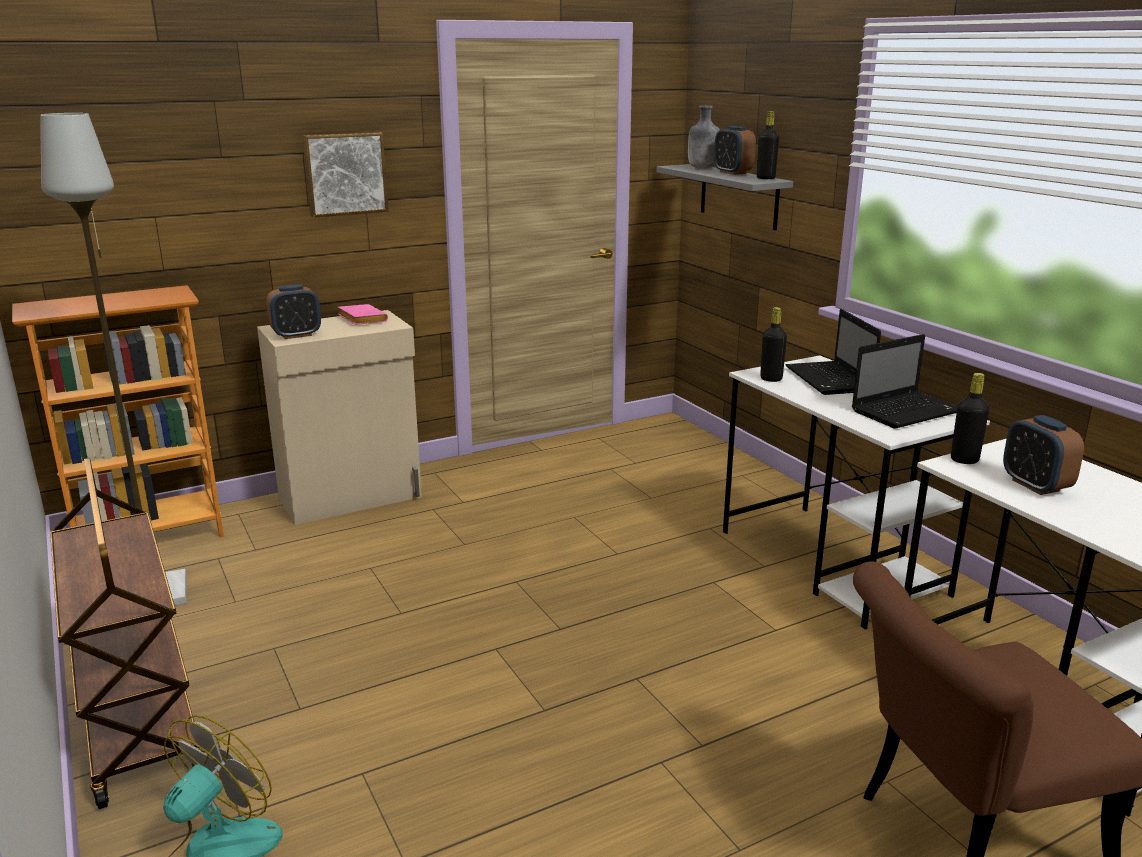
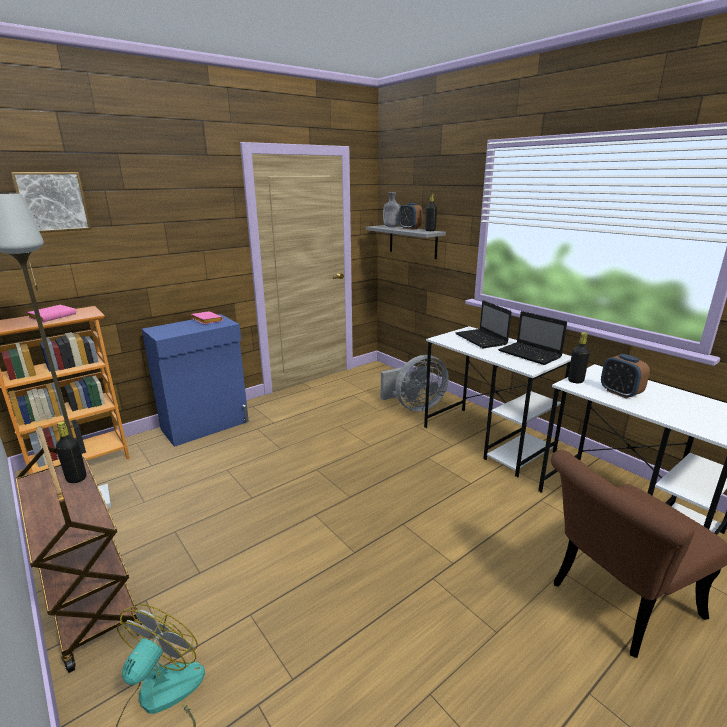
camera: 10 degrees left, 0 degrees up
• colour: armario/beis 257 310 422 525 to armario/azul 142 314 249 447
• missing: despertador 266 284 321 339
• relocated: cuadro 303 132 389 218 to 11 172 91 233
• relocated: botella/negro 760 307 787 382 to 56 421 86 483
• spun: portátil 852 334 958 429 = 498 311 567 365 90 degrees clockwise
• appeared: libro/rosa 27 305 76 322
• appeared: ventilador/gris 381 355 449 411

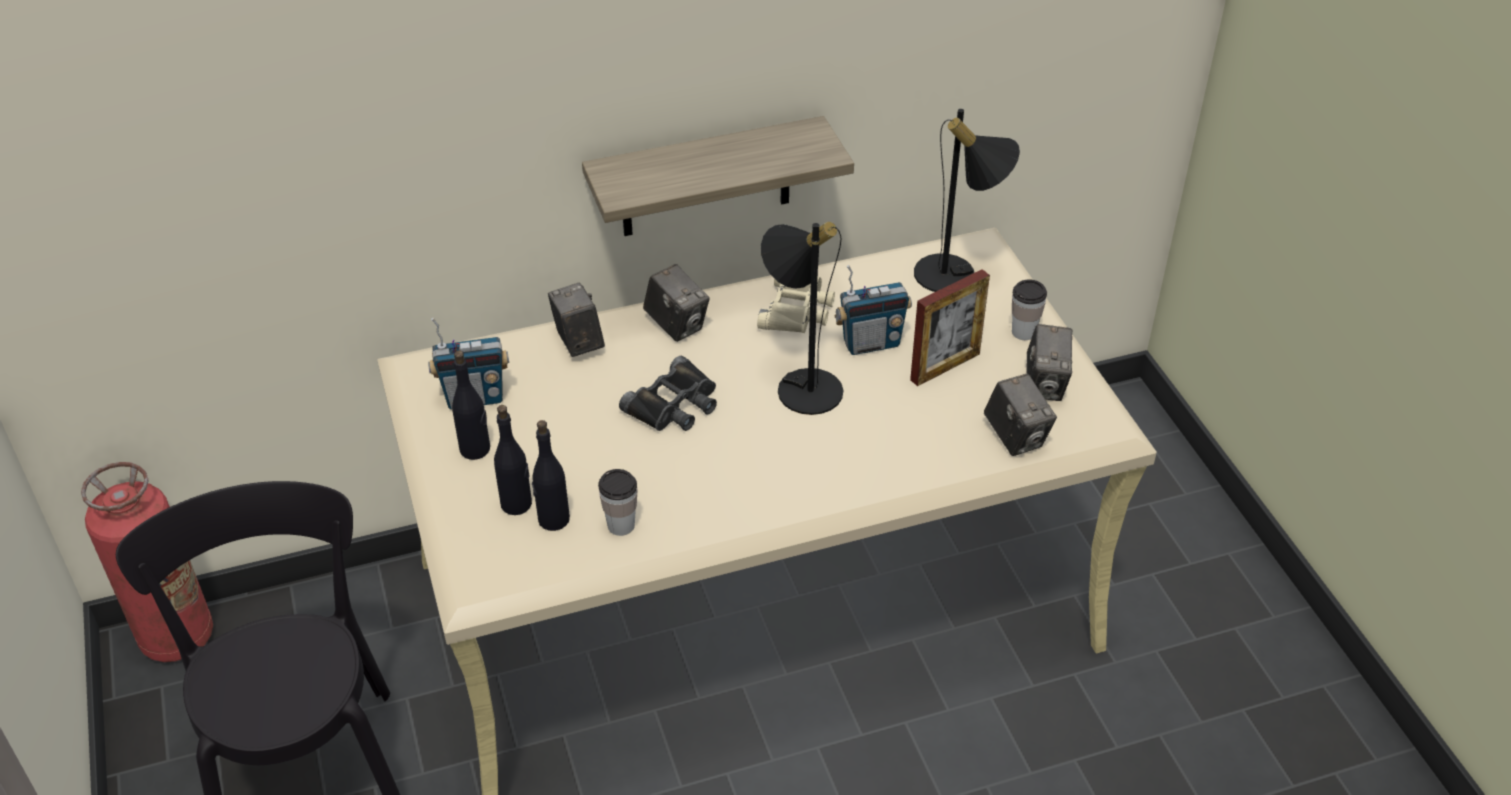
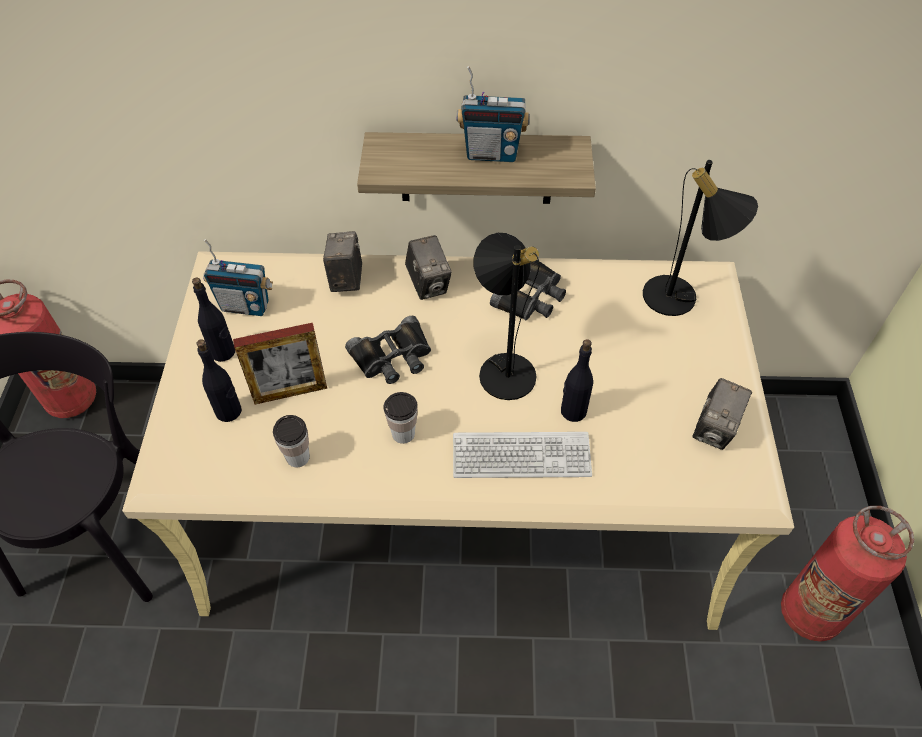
camera: 20 degrees right, 10 degrees up
• relocated: botella/negro 532 420 570 531 to 561 339 593 422
• colour: prismáticos/beis 757 277 835 333 to prismáticos/negro 490 260 566 320
• relocated: radio 835 265 912 355 to 456 66 530 162
• relocated: portarretratos 910 269 990 386 to 233 323 327 404
• missing: cámara 984 374 1057 456
• relocated: taza 1012 279 1047 340 to 383 392 418 444
• appeared: teclado 453 432 592 478
• appeared: extintor 781 506 914 642

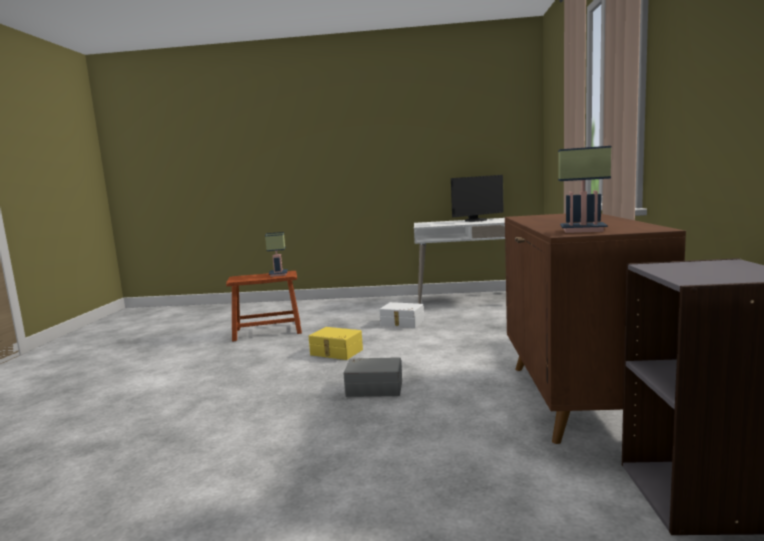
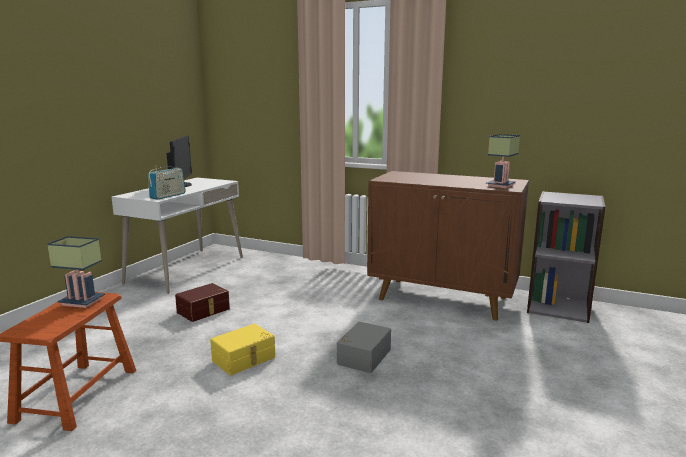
camera: 70 degrees left, 5 degrees up
• colour: caja de almacenaje/blanco 379 302 424 328 to caja de almacenaje/marrón 175 283 230 322
• appeared: radio 148 165 186 200

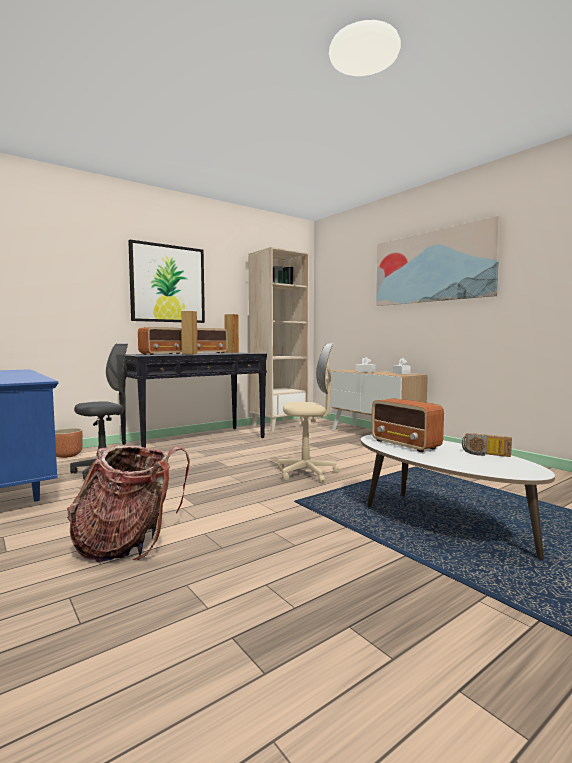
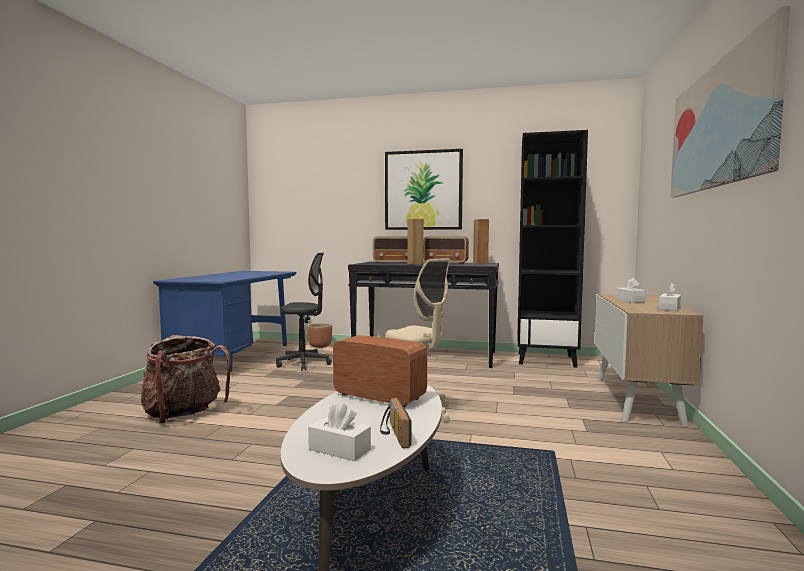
camera: 50 degrees right, 0 degrees up
• colour: estantería/beis 249 247 309 432 to estantería/negro 517 130 588 368
• spun: radio 371 398 444 452 = 333 335 427 407 105 degrees clockwise
• appeared: caja de pañuelos/blanco 308 402 371 461

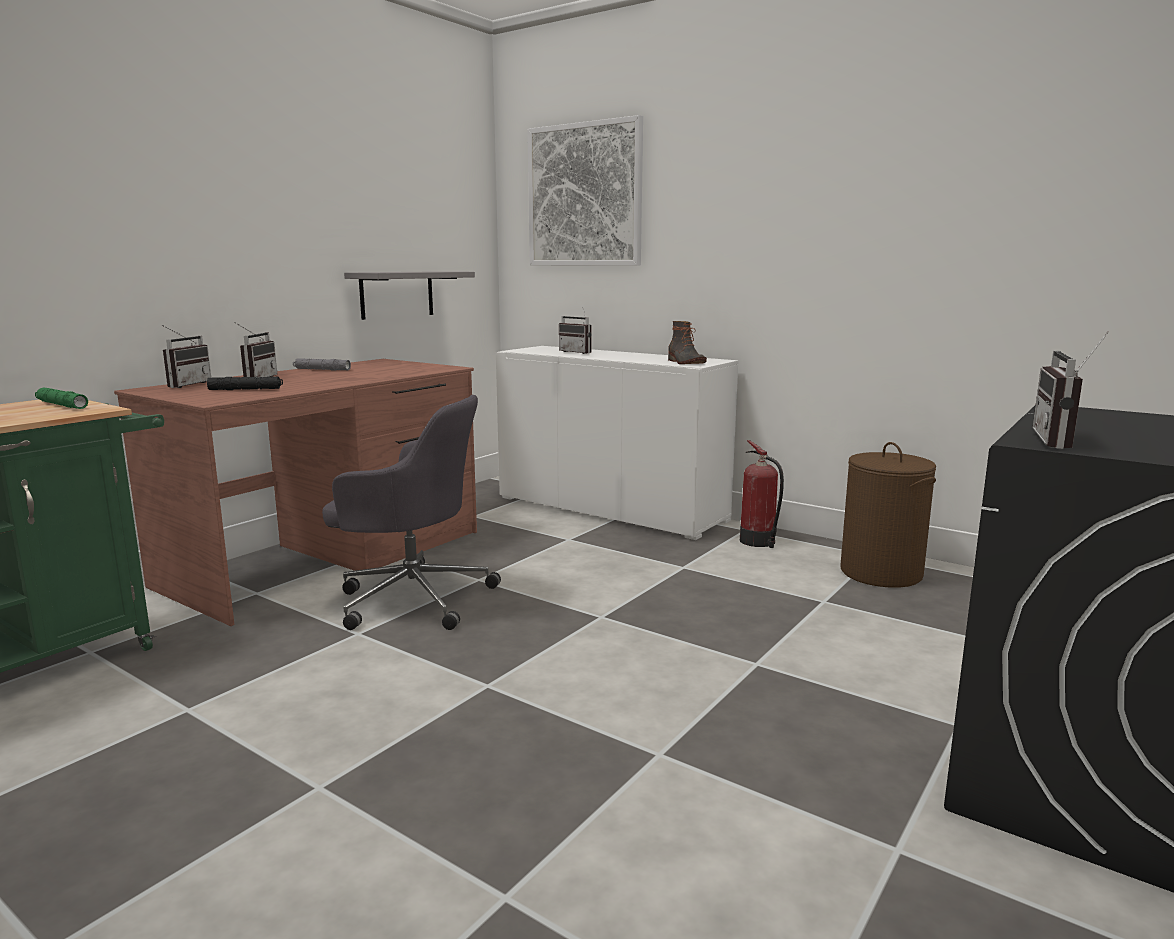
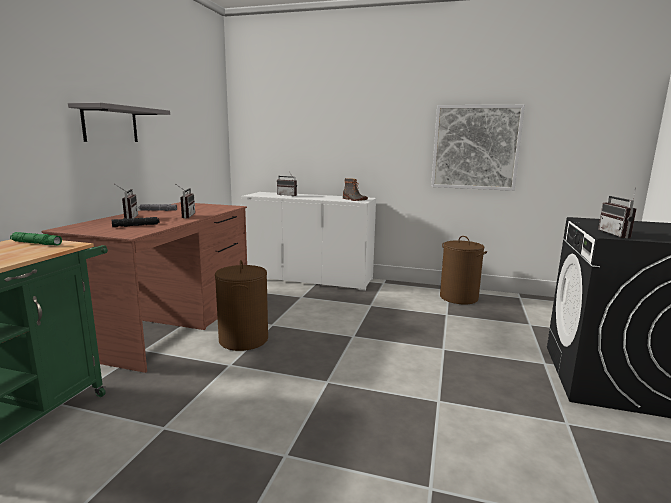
camera: 20 degrees left, 0 degrees up
• relocated: radio 162 325 211 388 to 174 183 195 218
• exchanged: silla de oficina/gris 322 395 501 630 to cesto de la ropa/marrón 215 260 268 351
• relocated: estante/gris 344 271 475 320 to 68 103 170 142
• relocated: cuadro 527 115 643 266 to 431 105 525 191
• missing: extintor 740 440 784 548

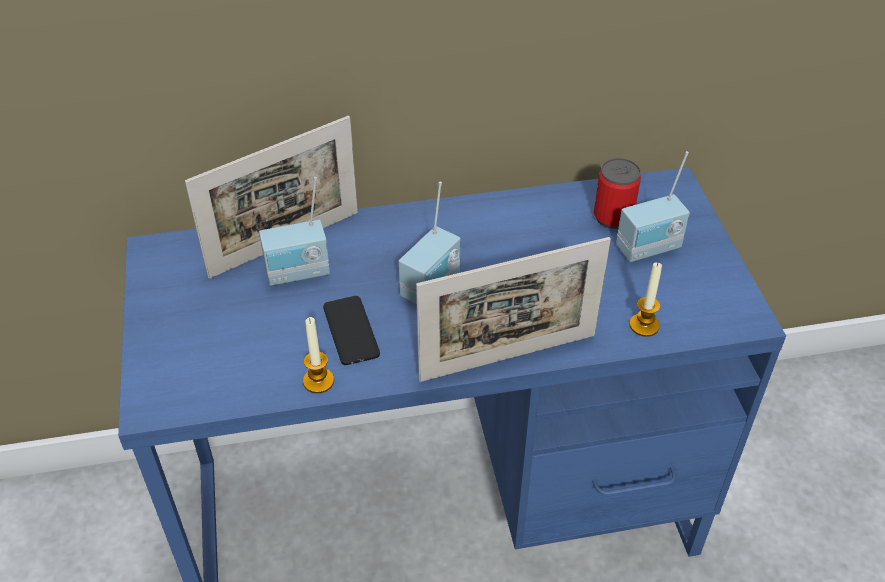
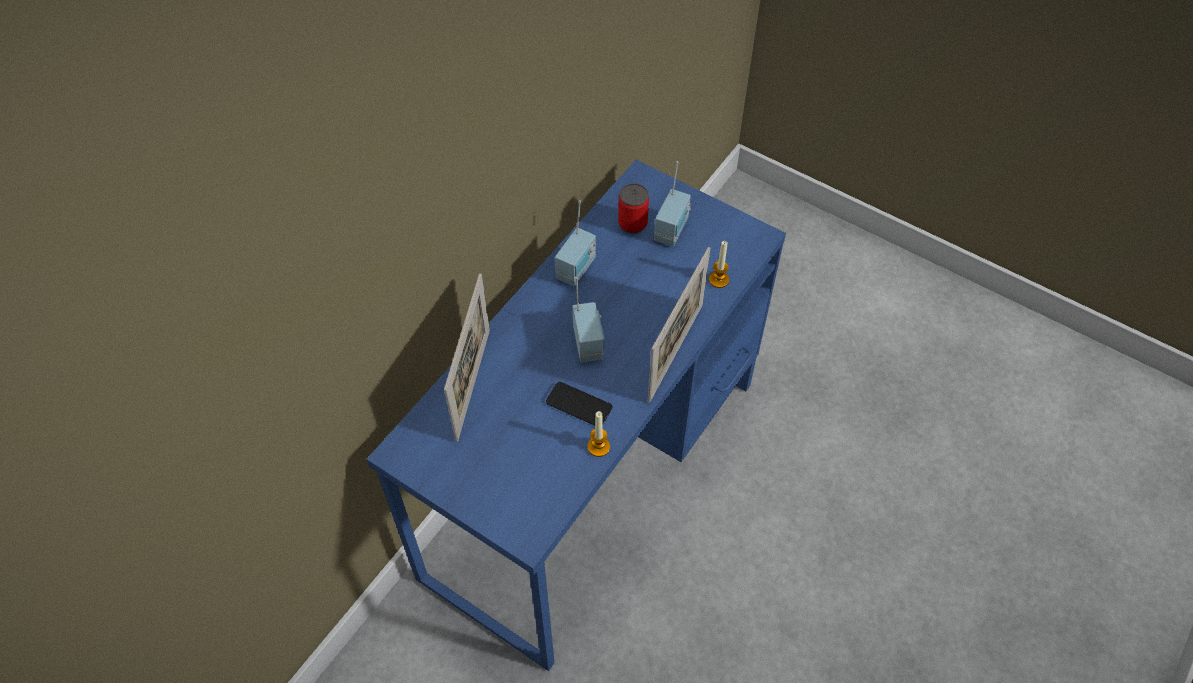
camera: 45 degrees left, 10 degrees up
• relocated: radio 259 177 330 286 to 555 200 596 287

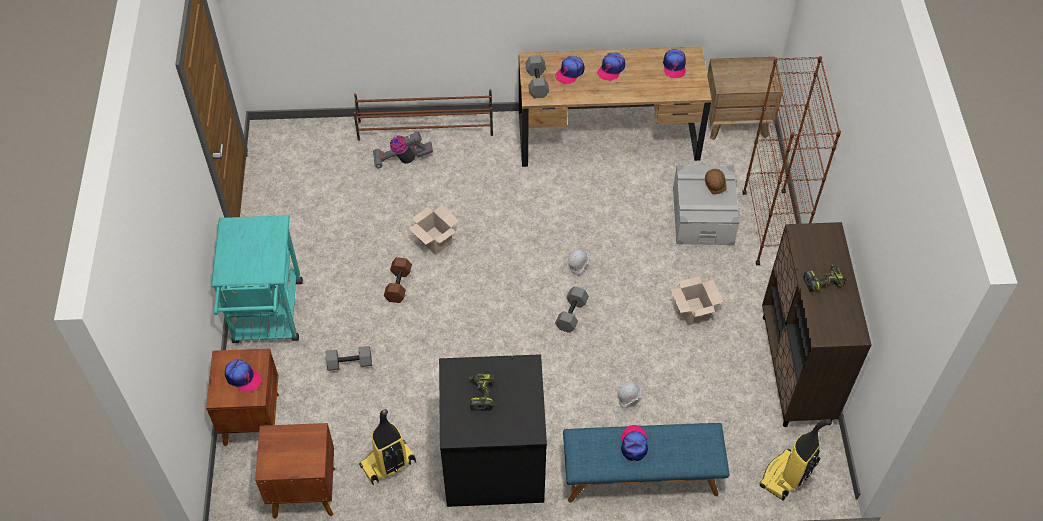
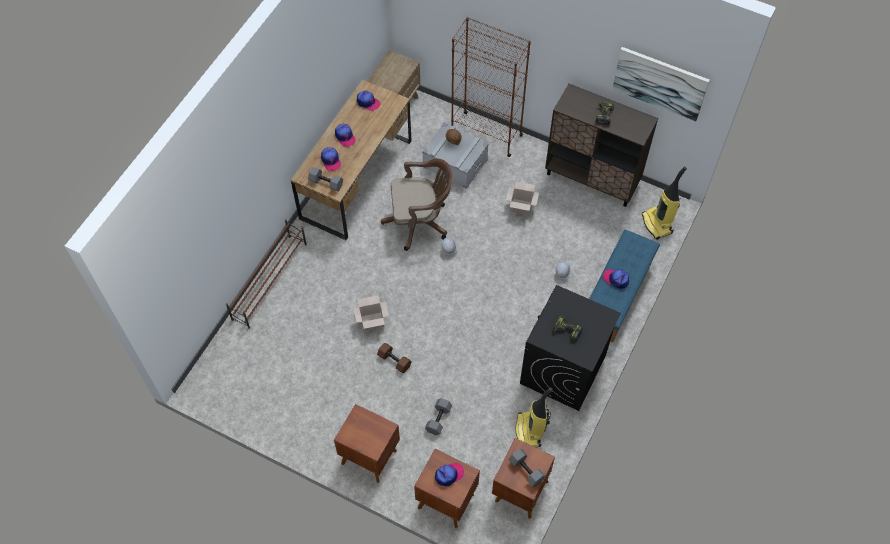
camera: 60 degrees left, 5 degrees up
• exchanged: carrito/turquesa 211 215 303 343 to mesita de noche/marrón 334 404 400 483
• missing: aspiradora 373 131 433 169
• relocated: mancuerna/gris 555 286 589 333 to 509 449 545 487
• appeared: silla de oficina/marrón 381 158 453 251
• appeared: cuadro 612 47 710 121

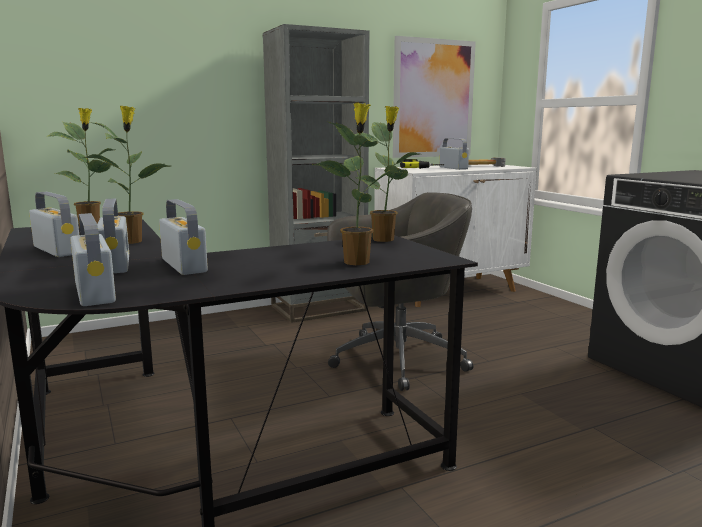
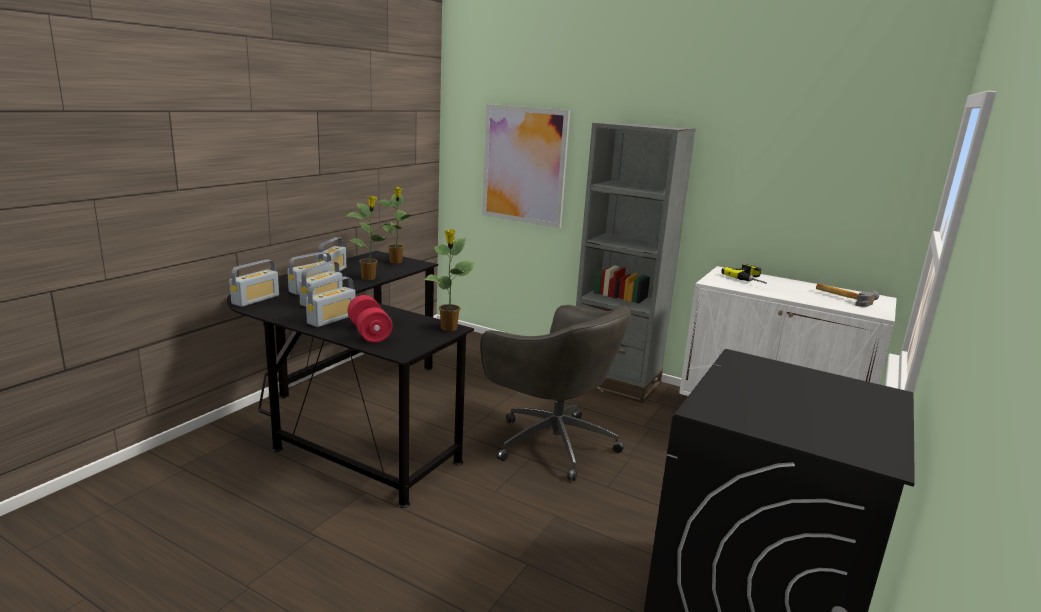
camera: 55 degrees right, 5 degrees up
• exchanged: planta en maceta 312 102 402 265 to mancuerna/rojo 347 295 392 343
• relocated: cuadro 393 36 476 158 to 482 104 570 228
• relocated: radio 439 138 469 170 to 306 277 356 327

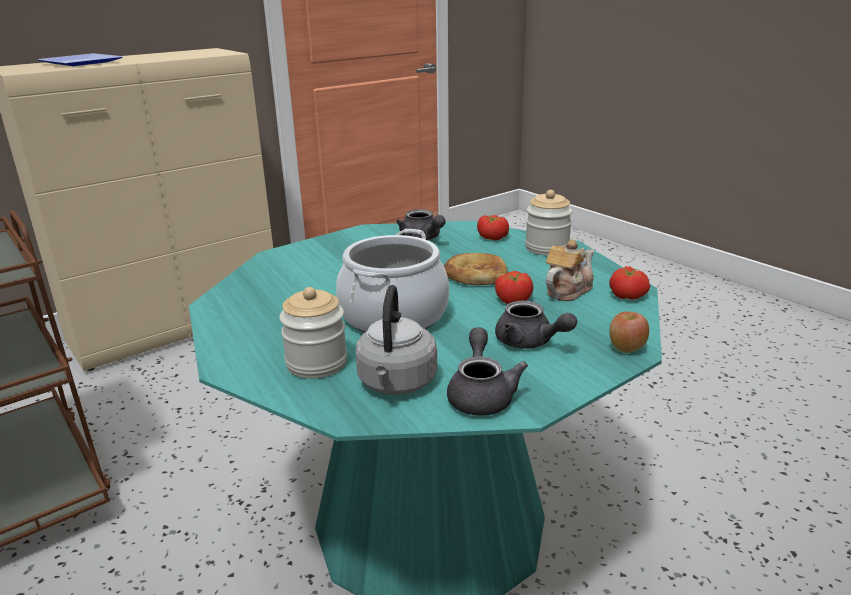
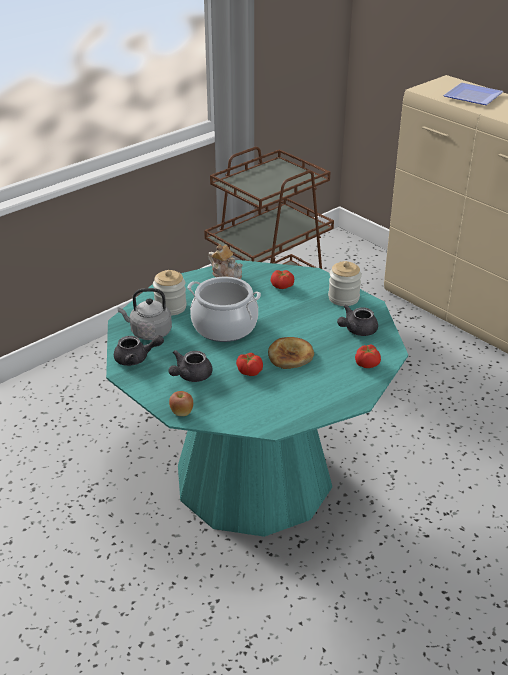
camera: 85 degrees right, 10 degrees up
• relocated: tarro 525 190 573 256 to 328 261 362 306
• relocated: tetera 546 239 594 301 to 208 244 243 279
• relocated: tomate 609 266 650 300 to 271 270 294 289

